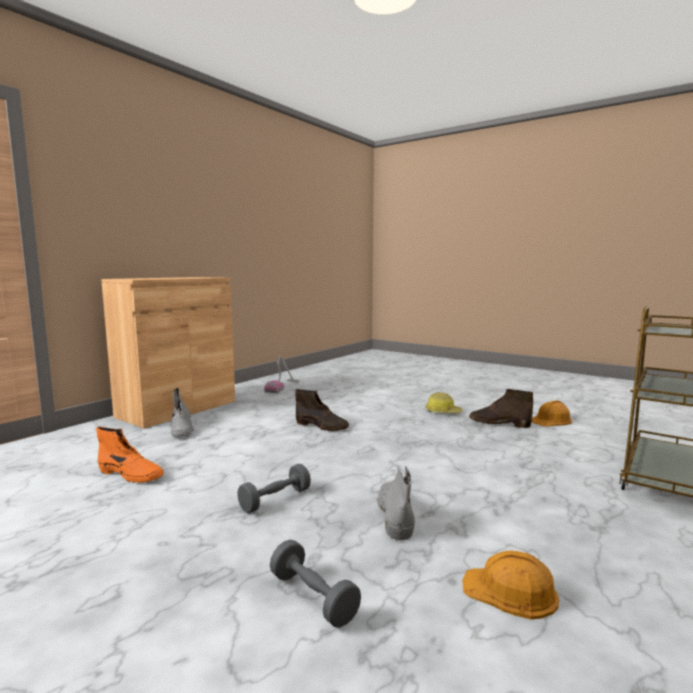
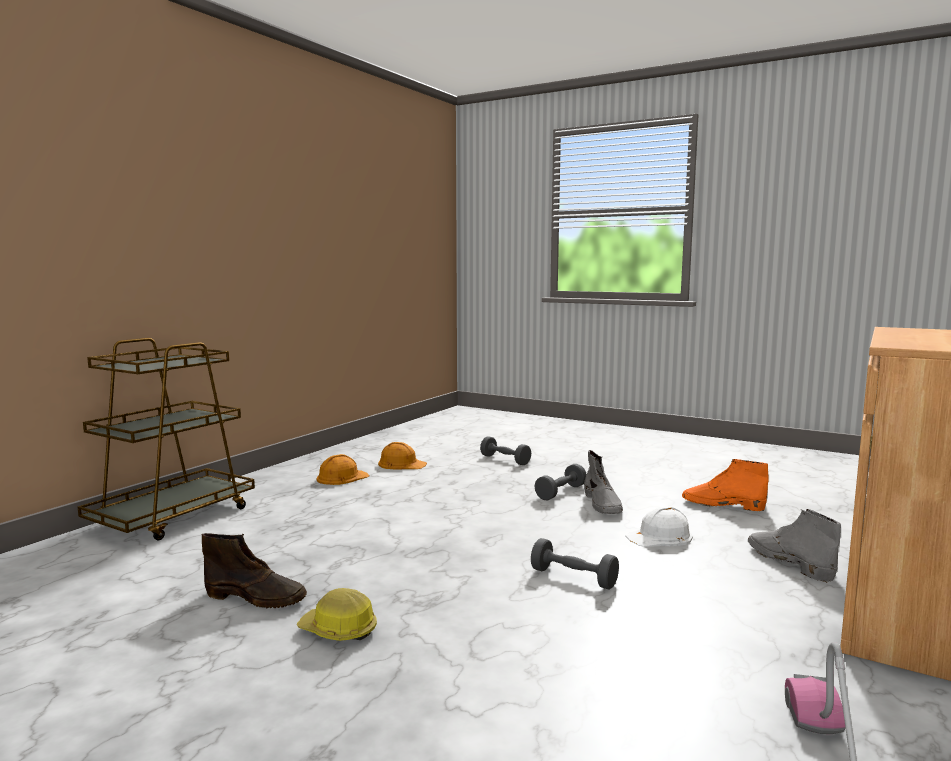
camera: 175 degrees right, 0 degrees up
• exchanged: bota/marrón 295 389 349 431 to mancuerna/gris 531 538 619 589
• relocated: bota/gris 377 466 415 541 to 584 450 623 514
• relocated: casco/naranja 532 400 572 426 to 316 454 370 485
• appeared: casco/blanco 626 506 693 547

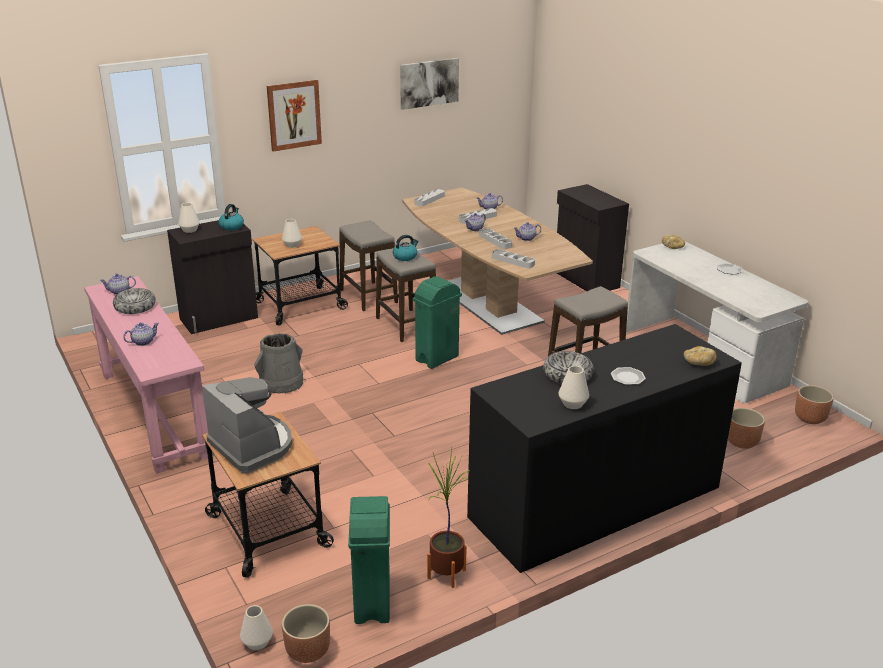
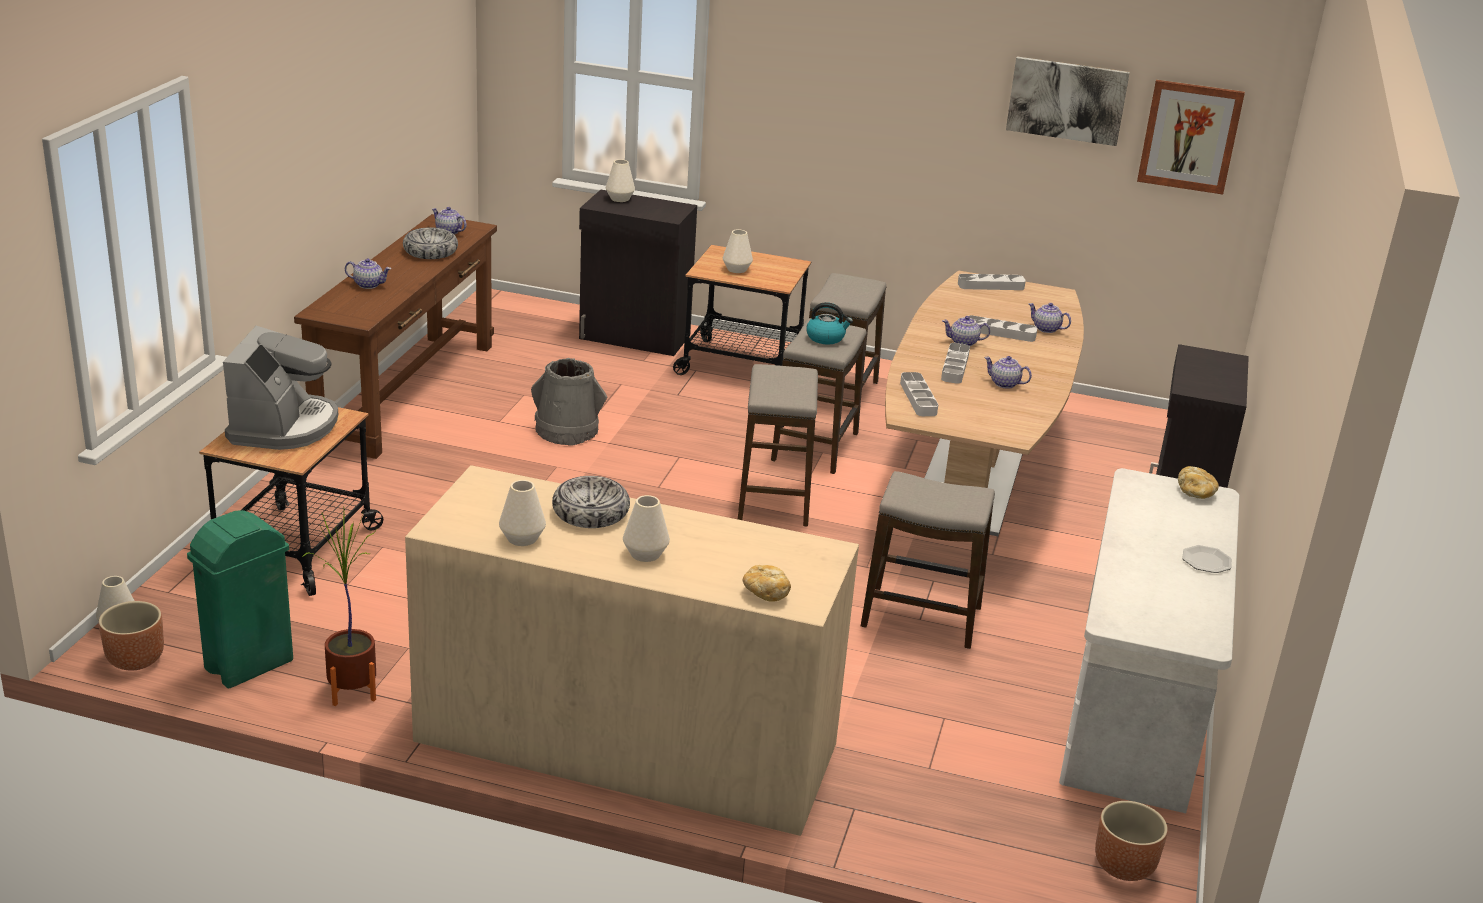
camera: 45 degrees right, 0 degrees up
• colour: mesa consola/rosa 84 276 208 474 to mesa consola/marrón 294 214 497 459
• missing: hervidor 219 204 244 230
• relocated: cuadro 267 80 322 152 to 1137 80 1245 194
• exchanged: papelera/verde 413 276 462 369 to taburete 738 364 818 527
• colour: cómoda/negro 467 324 742 573 to cómoda/beis 405 465 859 836
• exchanged: plato 611 367 646 385 to florero/blanco 623 495 670 562
• missing: maceta/marrón 728 408 765 449

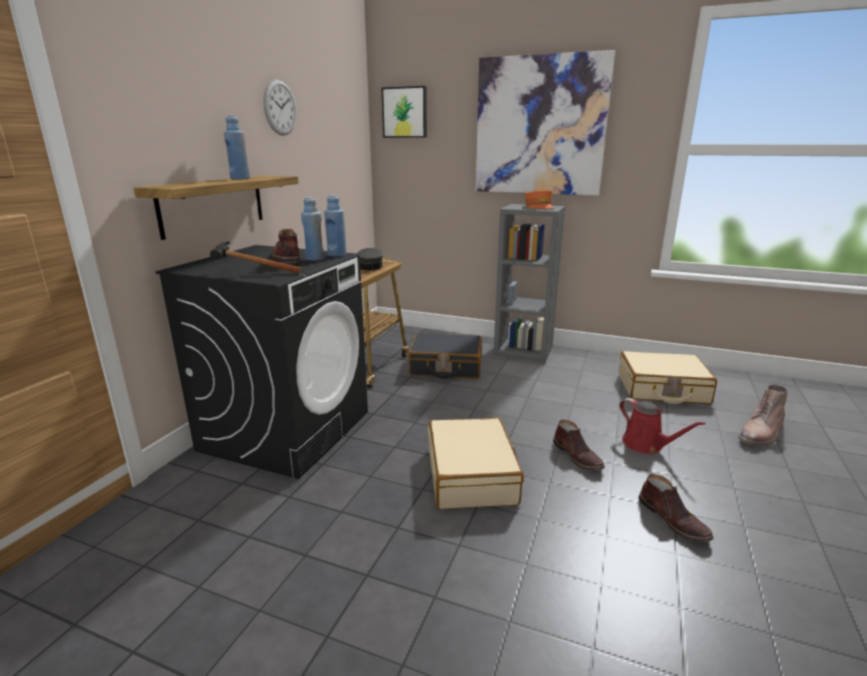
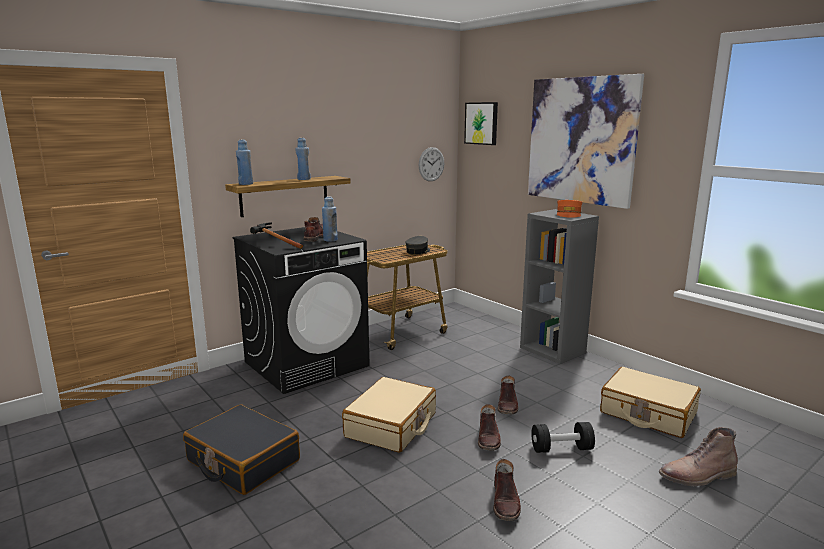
camera: 30 degrees right, 5 degrees down
• relocated: reloj de pared 263 80 296 136 to 419 147 444 181
• relocated: botella/azul 324 195 347 257 to 236 140 253 185
• relocated: maleta/negro 408 333 482 379 to 183 404 300 495
• exchanged: regadera/rojo 619 398 706 454 to mancuerna/negro 532 422 595 453
• appeared: bota/marrón 498 375 518 414

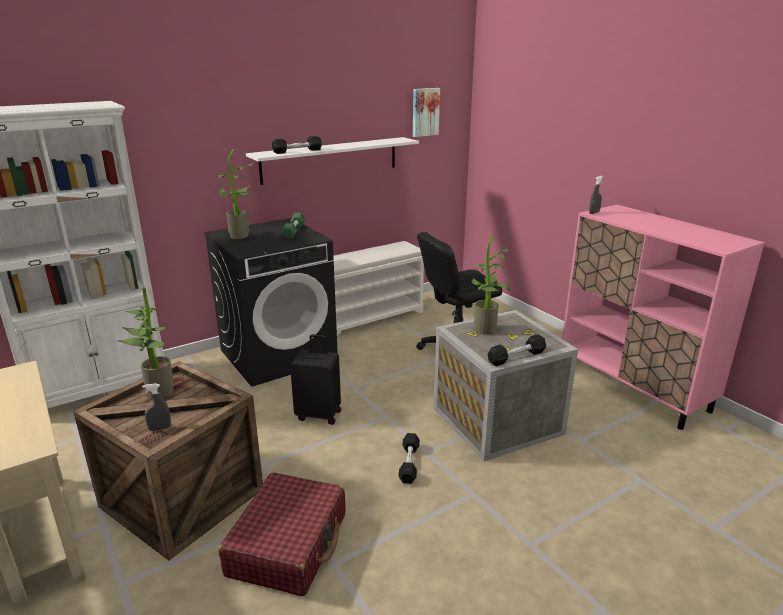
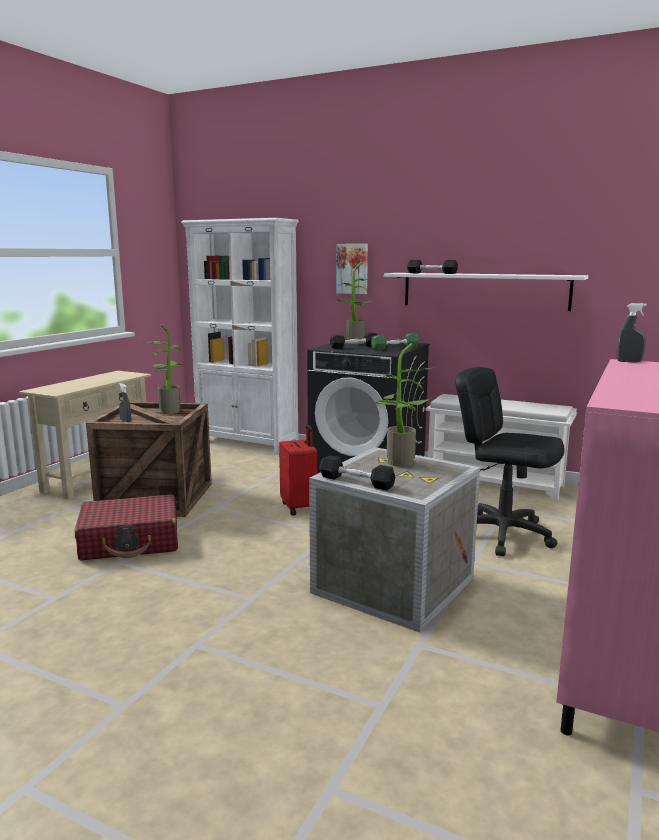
camera: 60 degrees right, 10 degrees down
• colour: maleta/negro 290 334 341 425 to maleta/rojo 279 424 317 516
• relocated: mancuerna/negro 398 433 420 484 to 330 333 378 349
• relocated: cuadro 413 88 440 137 to 336 244 368 294

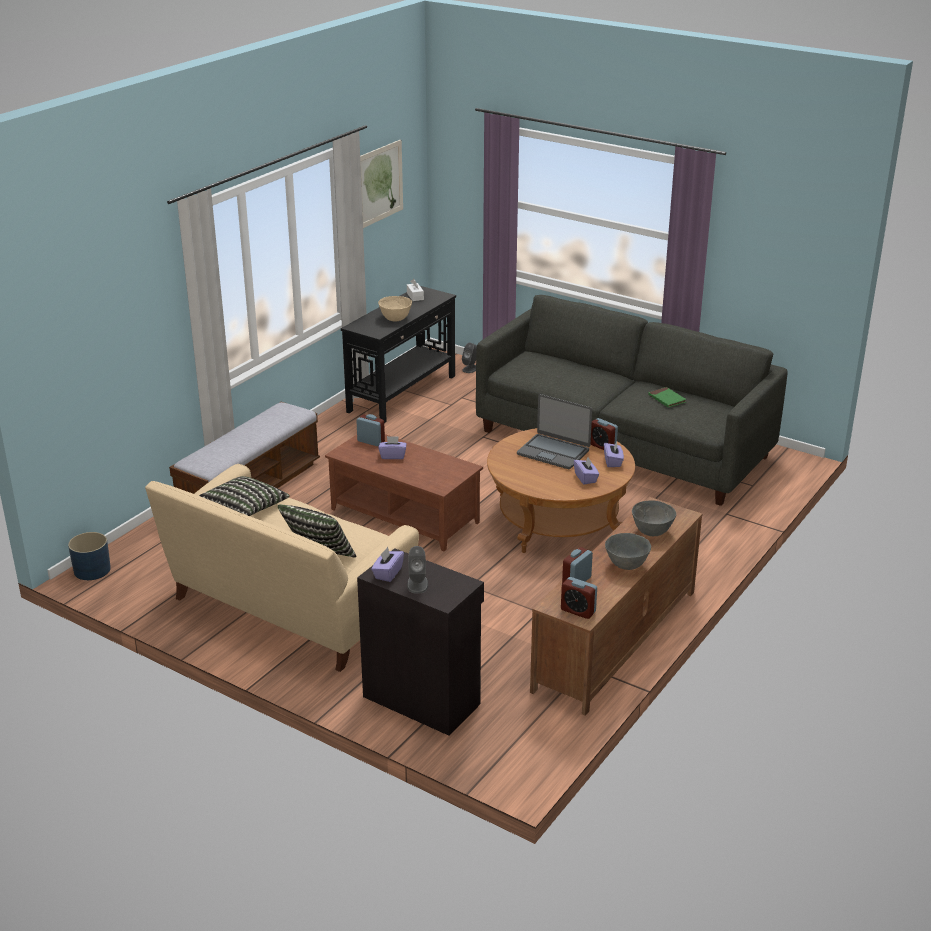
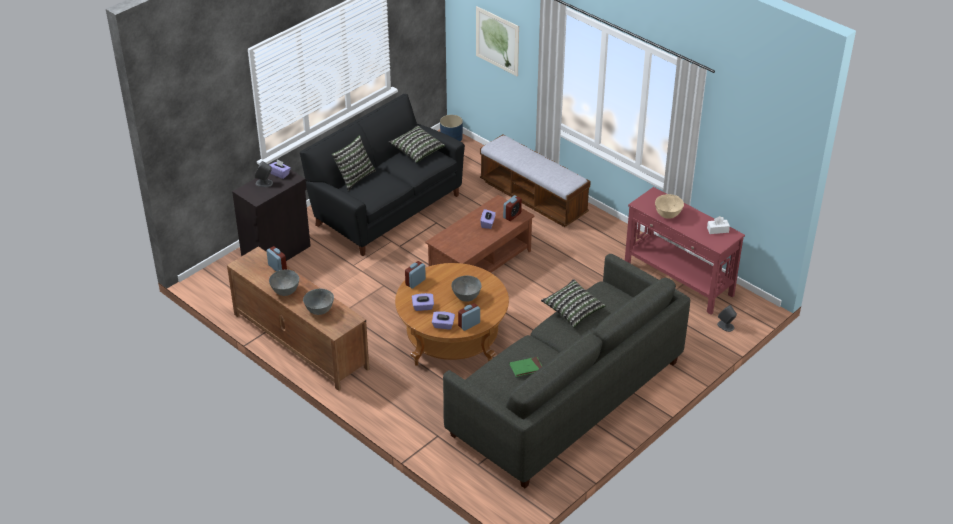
camera: 100 degrees right, 10 degrees up
• colour: sofá/beis 145 464 419 672 to sofá/negro 300 94 465 256
• colour: mesa consola/negro 341 286 456 423 to mesa consola/rojo 625 187 745 315
• relocated: cuadro 360 140 403 228 to 476 6 519 76
• exchanged: portátil 517 394 592 469 to cuenco/gris 451 276 482 302
• relocated: despertador 561 577 597 619 to 405 261 426 288
• appeared: cojín 541 279 606 328

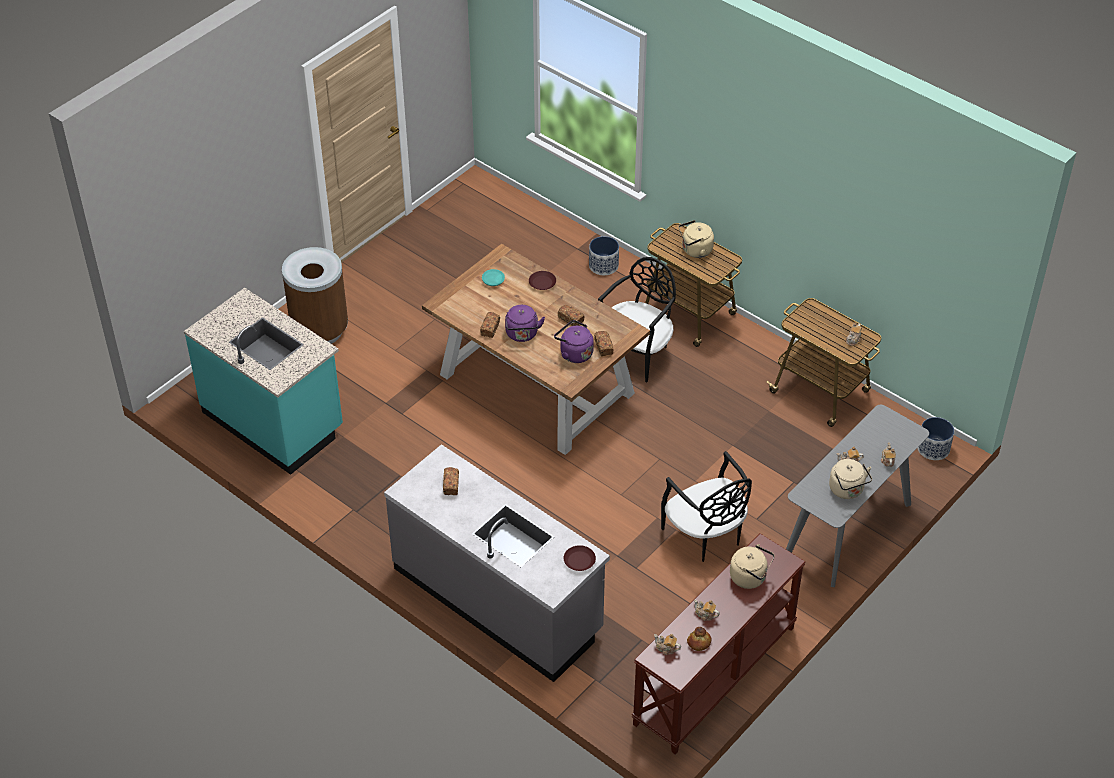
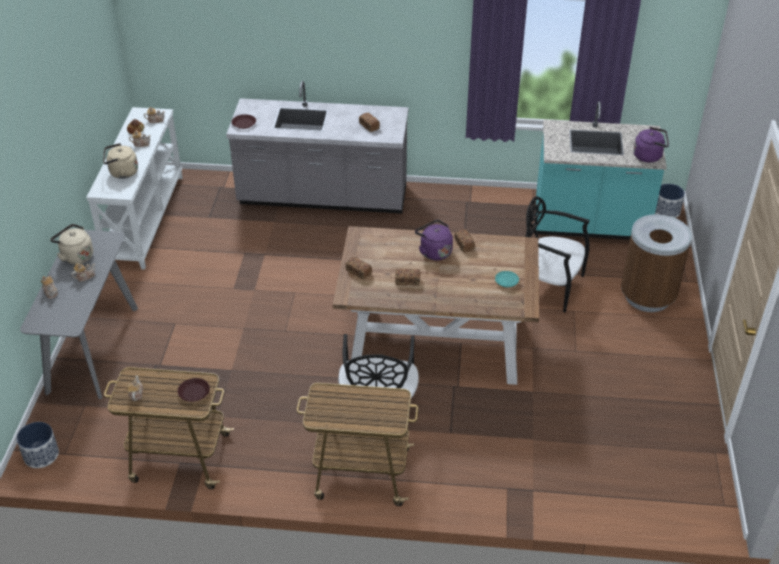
camera: 145 degrees right, 5 degrees down
• relocated: plato/marrón 529 271 556 290 to 178 378 210 402
• relocated: hervidor/morado 554 320 594 363 to 633 127 669 162
• relocated: maceta 589 236 619 275 to 655 184 685 218
• colour: mesa consola/marrón 631 533 805 754 to mesa consola/blanco 86 107 183 270
• relocated: silla/negro 661 451 752 562 to 526 196 590 313
• missing: hervidor/beis 679 220 714 258

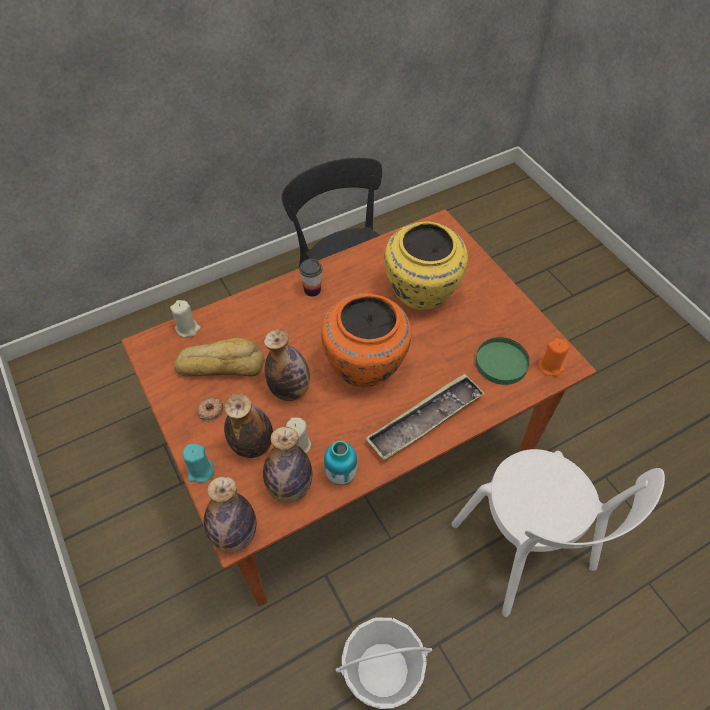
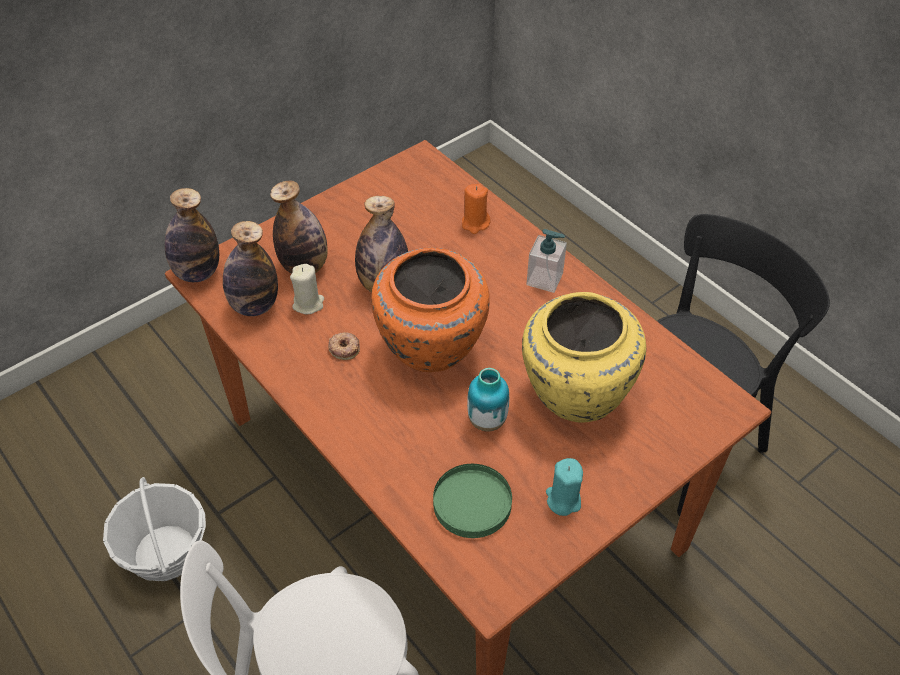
camera: 80 degrees right, 5 degrees down
• missing: vela/beis 170 300 201 337
• missing: pan 174 338 265 376
• relocated: vela/turquesa 183 443 214 483 to 546 458 583 516
• relocated: rosquilla 197 398 224 421 to 329 332 360 360
• exchanged: taza 299 259 322 297 to dispensador de jabón 527 229 567 293
• relocated: florero 324 441 357 486 to 467 368 509 432
• missing: bandeja 365 373 485 460
• relocated: vela/naranja 538 338 570 376 to 462 184 490 234

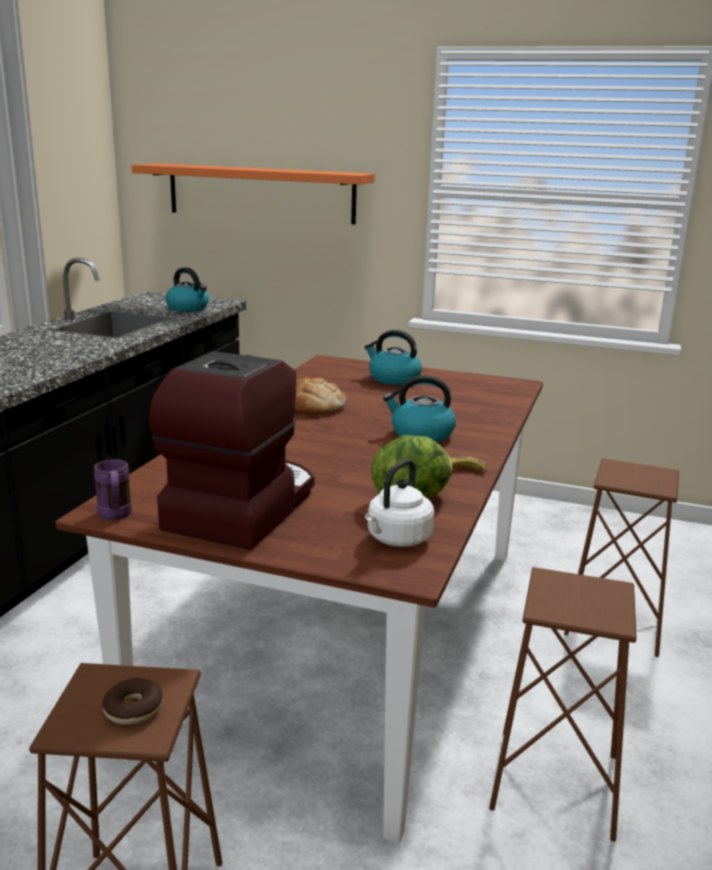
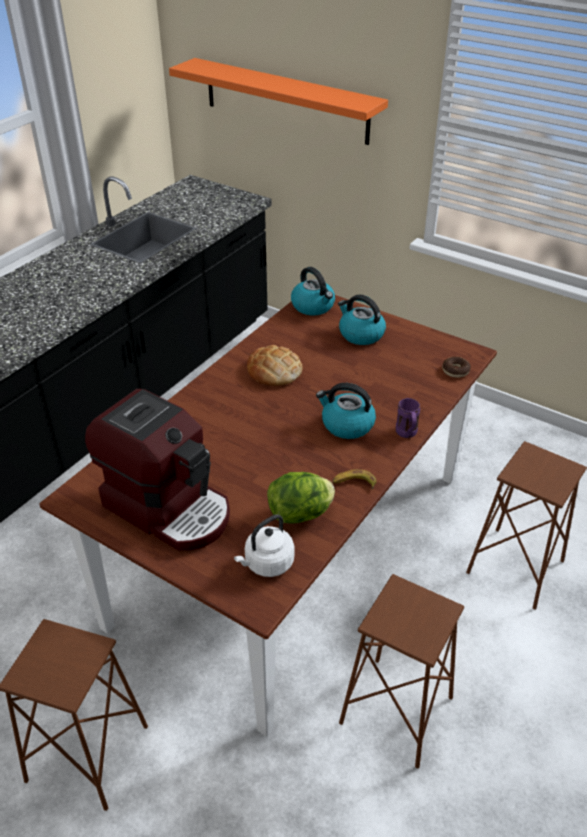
camera: 15 degrees right, 20 degrees up
• relocated: taza grande/morado 94 459 132 520 to 396 398 420 438
• relocated: rosquilla 102 678 163 725 to 442 357 471 378
• spun: cafetera 149 351 314 550 = 85 389 230 551 90 degrees clockwise
• relocated: hervidor 166 267 209 312 to 291 267 335 315

